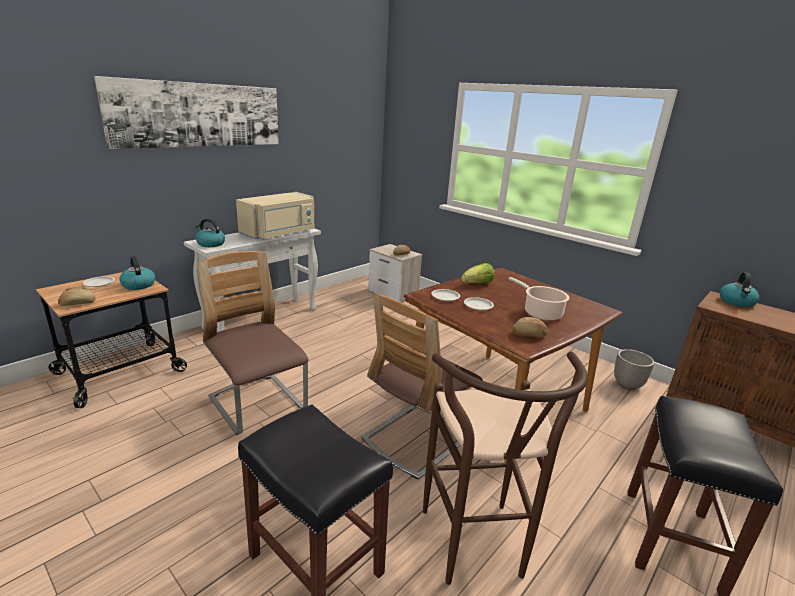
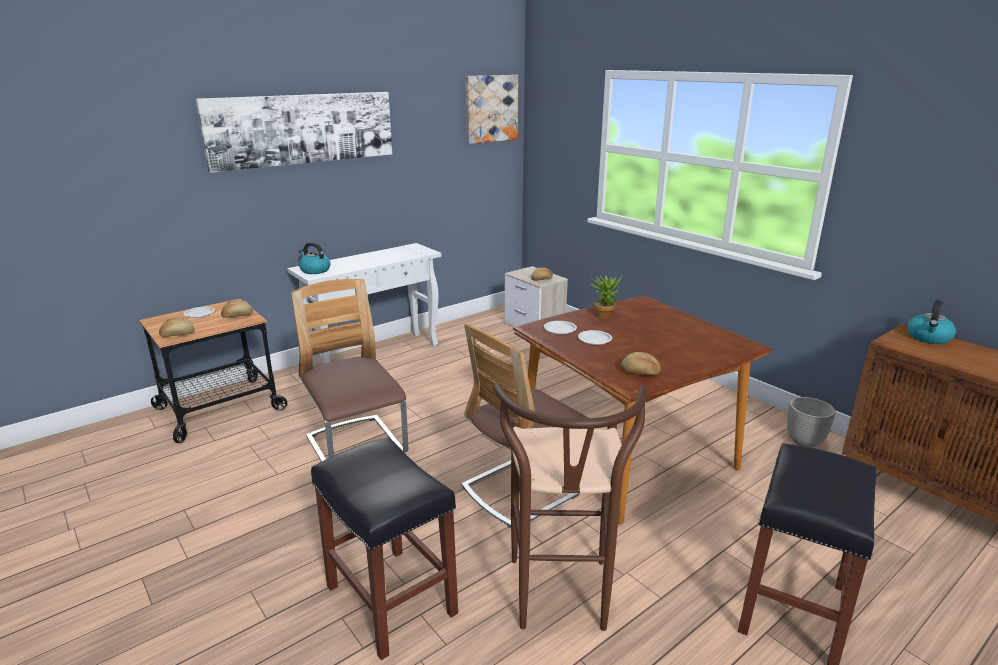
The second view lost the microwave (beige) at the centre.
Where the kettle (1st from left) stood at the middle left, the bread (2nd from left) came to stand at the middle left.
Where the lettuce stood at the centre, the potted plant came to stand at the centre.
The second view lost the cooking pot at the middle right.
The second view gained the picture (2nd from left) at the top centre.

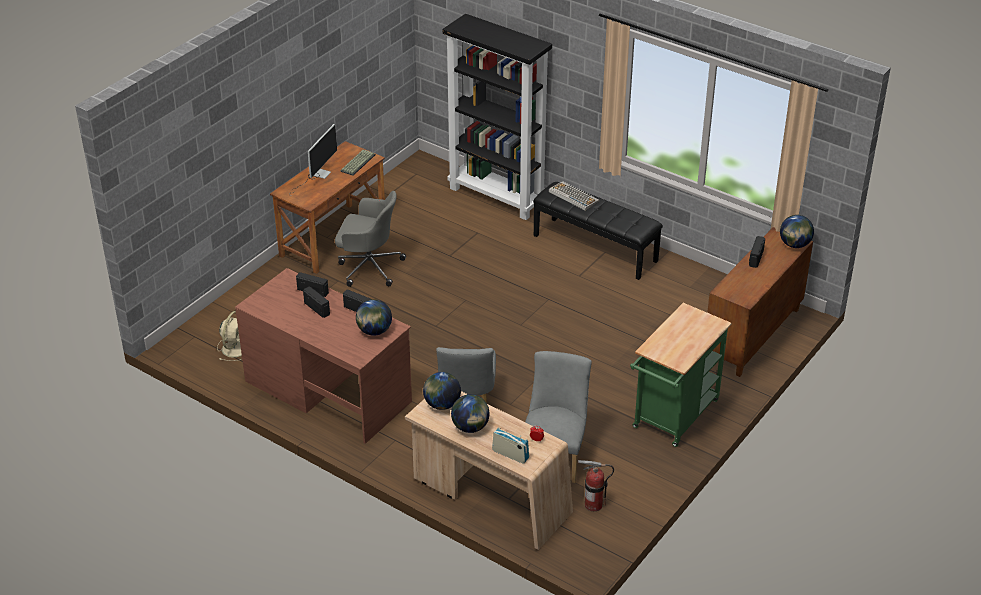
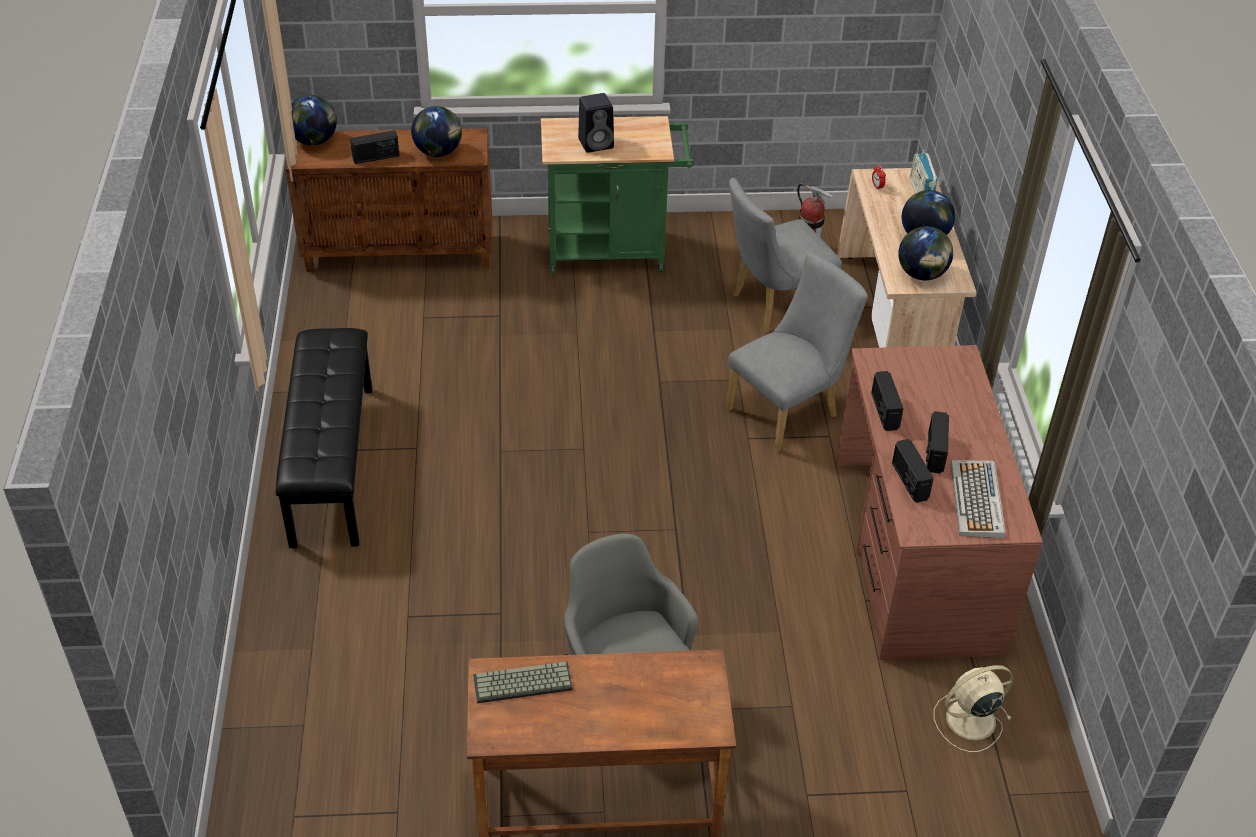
The second view lost the bookcase (black) at the top centre.
The second view lost the monitor at the top left.
The keyboard (2nd from left) ended up elsewhere, having gone from the top centre to the middle right.
The globe (1st from left in the first image) ended up elsewhere, having gone from the centre to the top centre.
The second view gained the speaker (black) at the top centre.

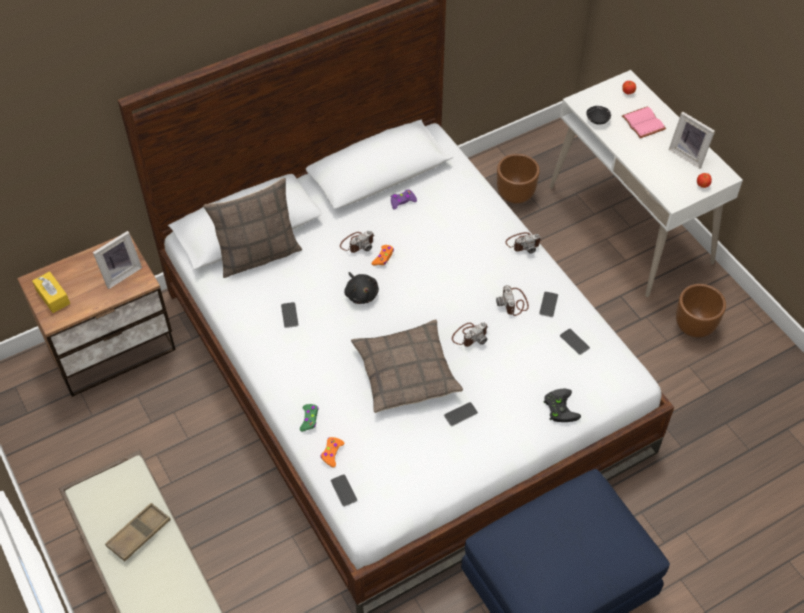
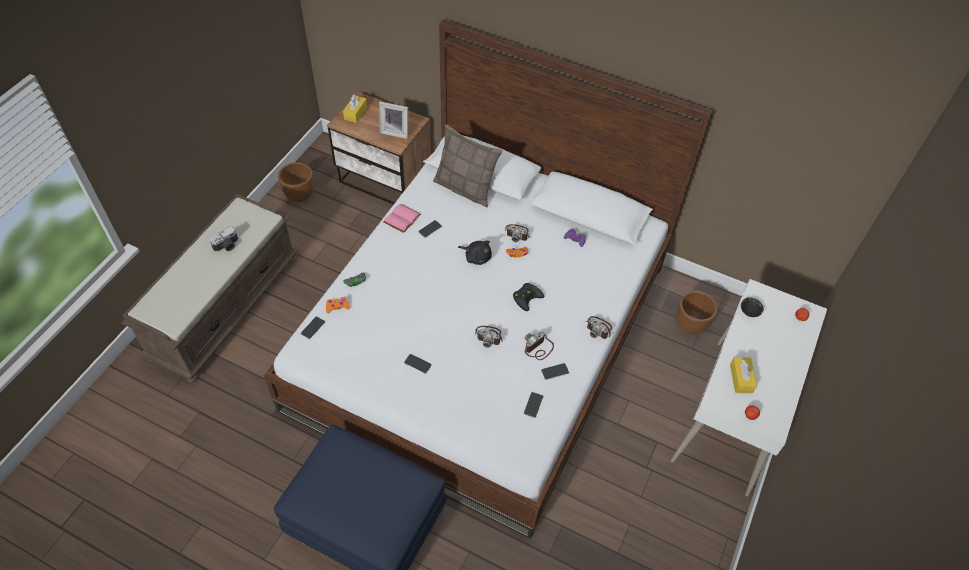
The book (pink) ended up elsewhere, having gone from the top right to the centre.
The second view lost the picture frame (2nd from left) at the top right.
The plush toy (black) at the centre ended up facing another way, 90 degrees counterclockwise from before.
The planter (brown) (2nd from left in the first image) ended up elsewhere, having gone from the middle right to the top left.
The second view lost the pillow (2nd from left) at the centre.
The game controller (black) ended up elsewhere, having gone from the middle right to the centre.
Where the tray (brown) stood at the bottom left, the photo camera (1st from left) came to stand at the middle left.
The second view gained the tissue box (yellow) (2nd from left) at the middle right.

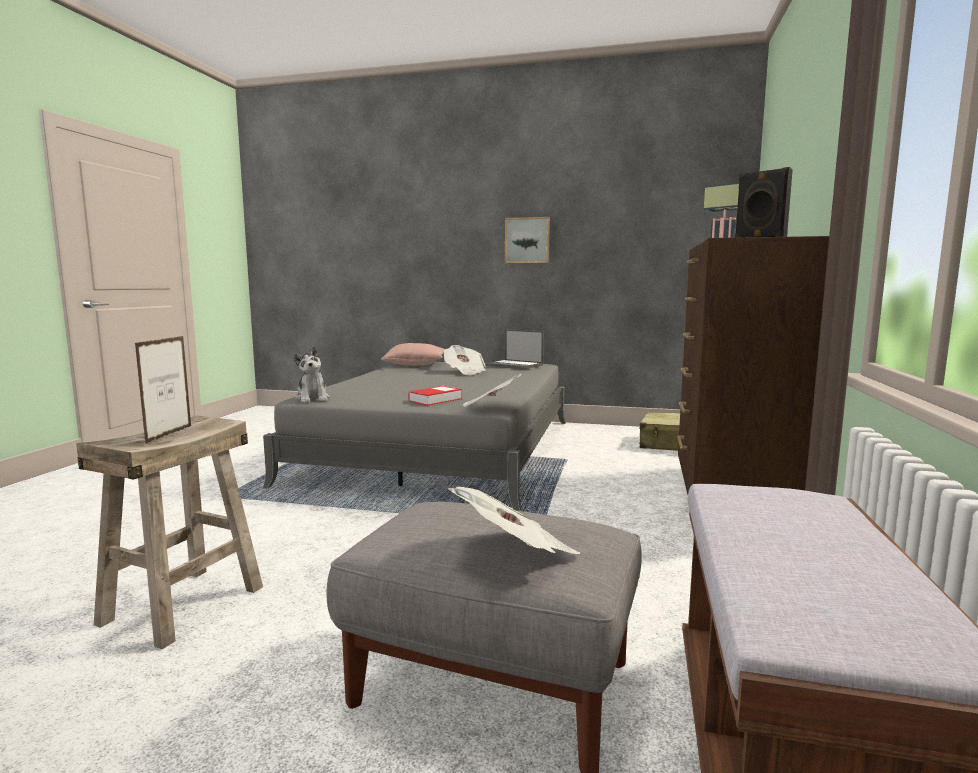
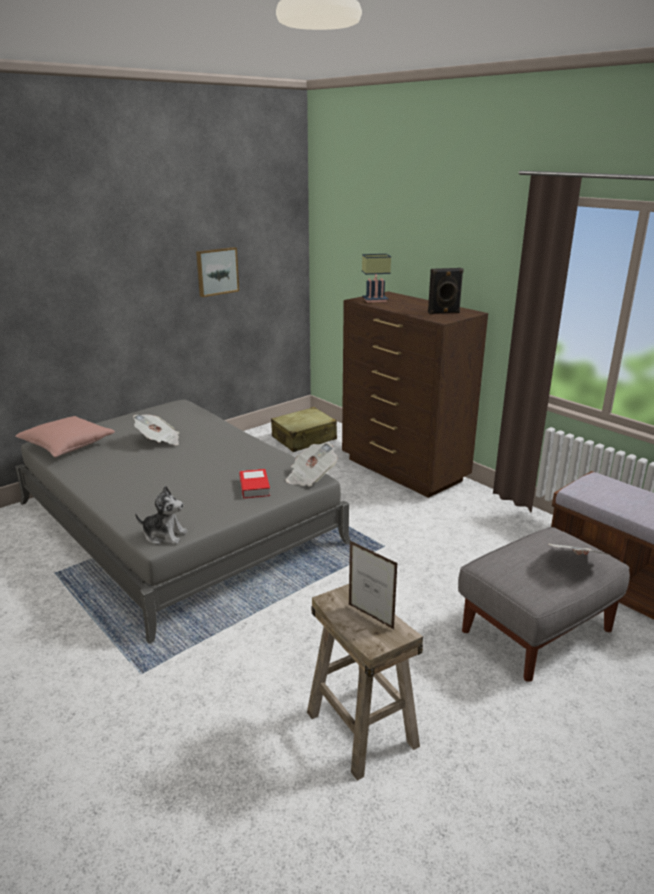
The picture ended up elsewhere, having gone from the top centre to the top left.
The second view lost the laptop at the centre.

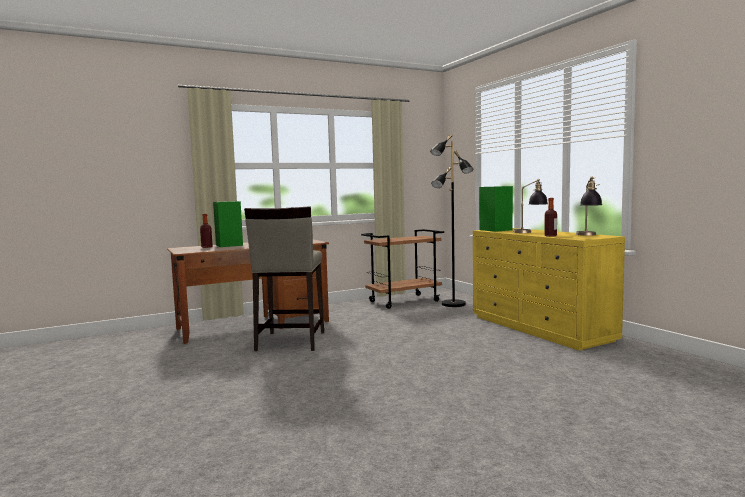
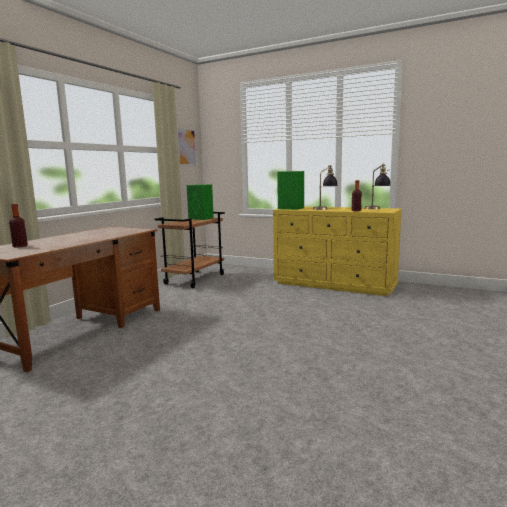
The second view lost the floor lamp (black) at the centre.
The speaker (green) (1st from left) ended up elsewhere, having gone from the middle left to the centre.
The second view lost the stool (beige) at the centre.
The second view gained the picture at the top centre.

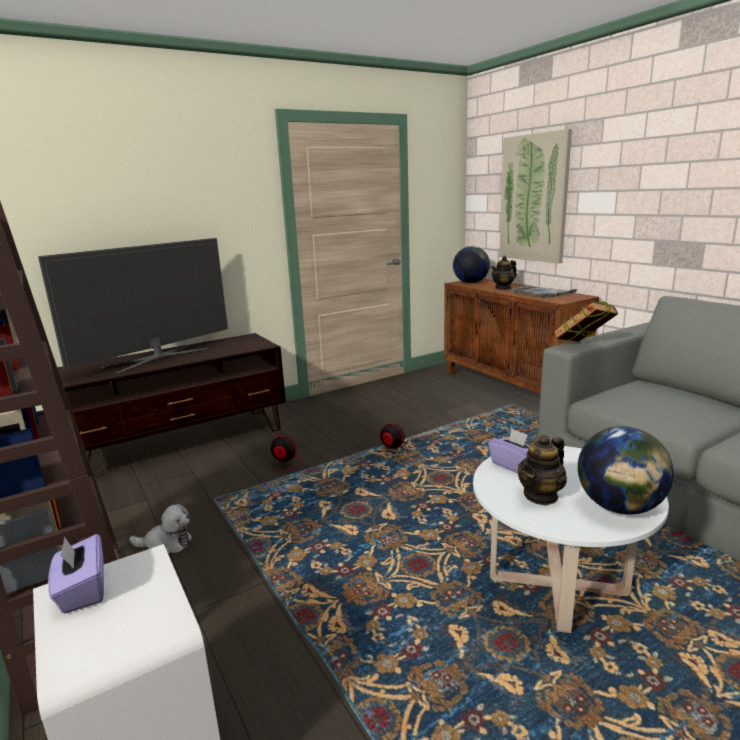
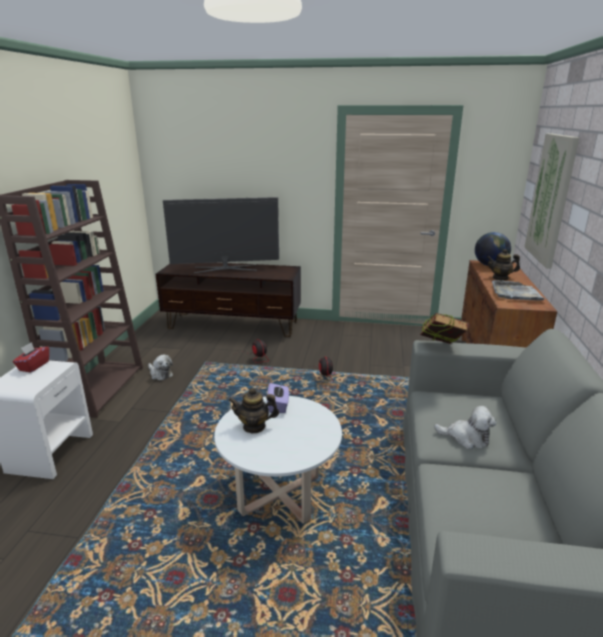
The second view lost the globe (2nd from left) at the middle right.
What was the tissue box (purple) (1st from left) at the bottom left turned into the tissue box (red) at the middle left.
The second view gained the plush toy (2nd from left) at the bottom right.

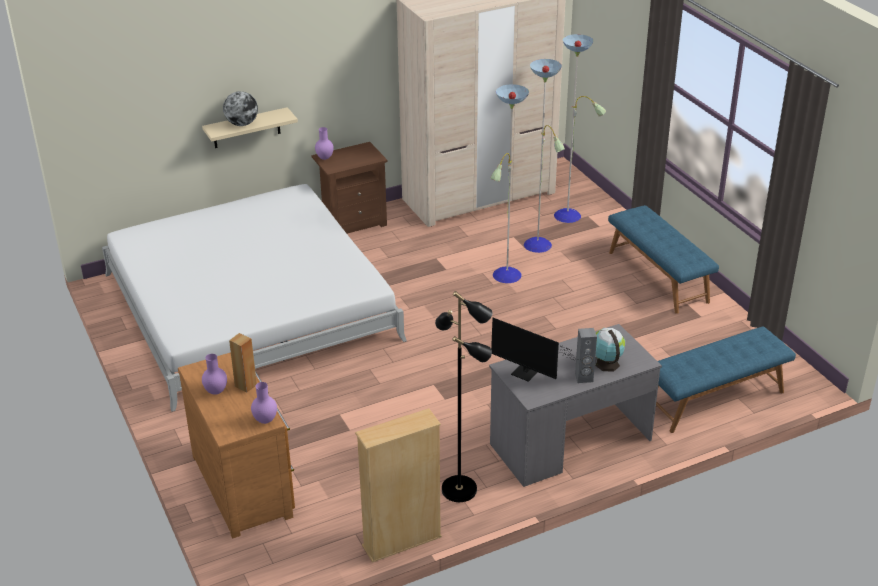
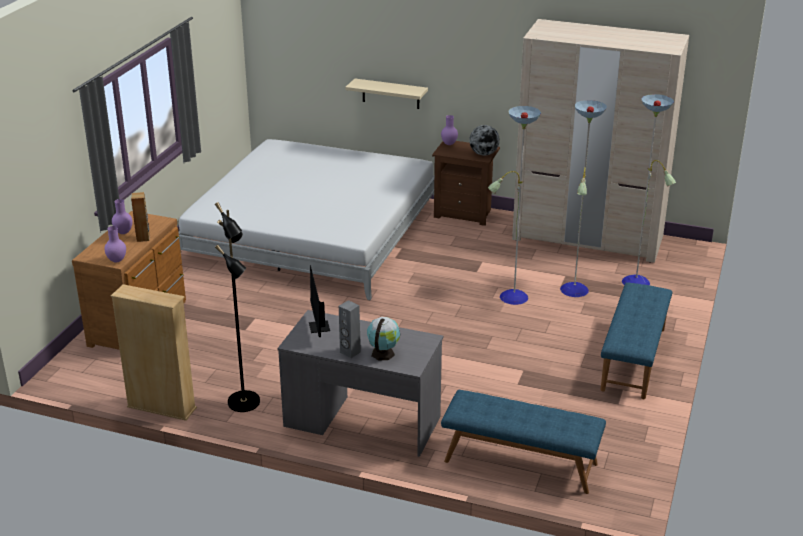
The globe (1st from left in the first image) ended up elsewhere, having gone from the top left to the top centre.

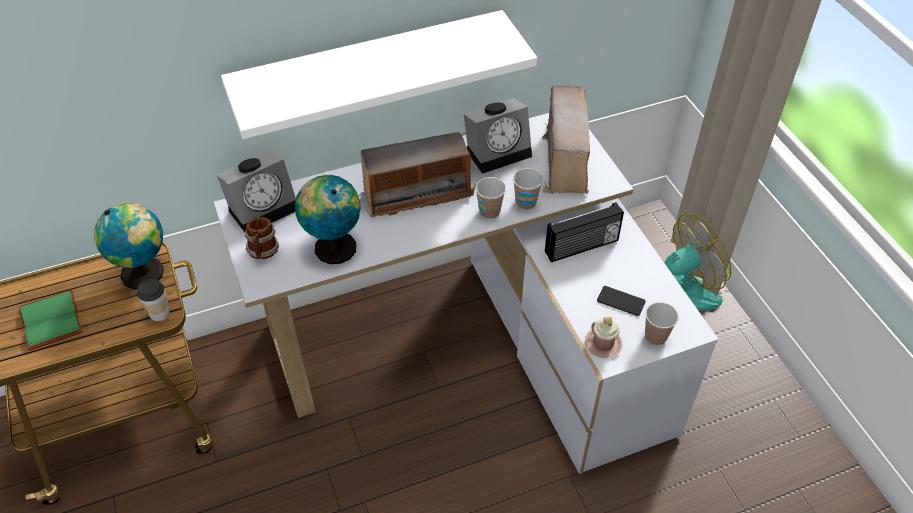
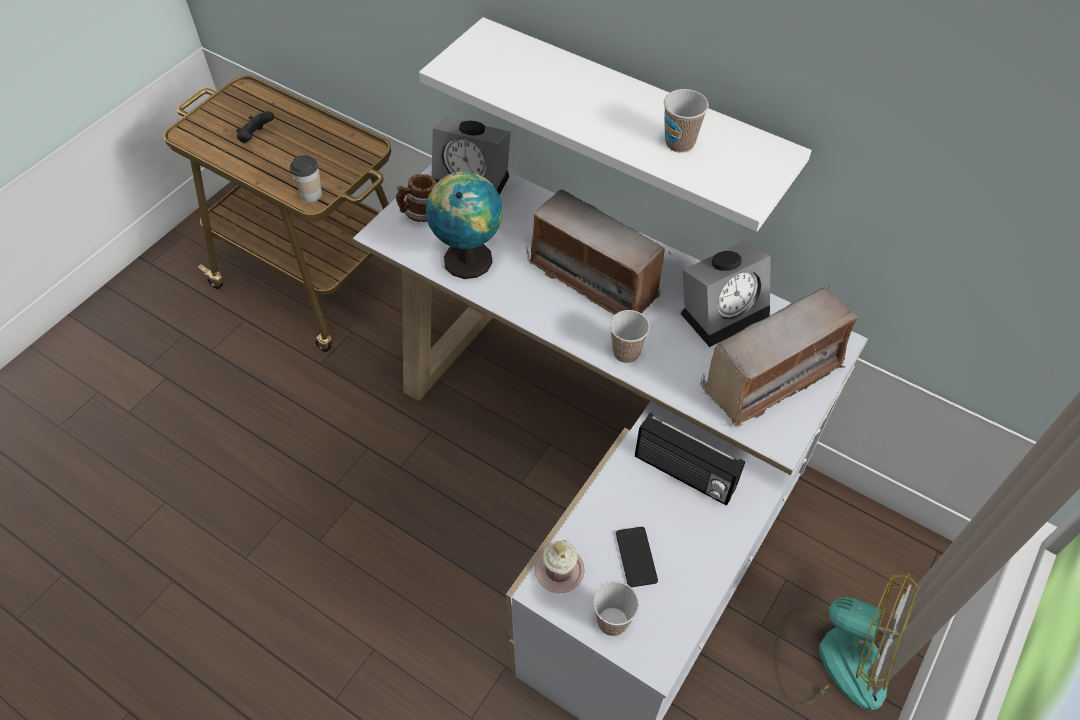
The alarm clock (2nd from left) at the top centre ended up facing another way, 60 degrees counterclockwise from before.
The cup (3rd from left in the first image) ended up elsewhere, having gone from the centre to the top centre.
The second view lost the globe (1st from left) at the middle left.
Where the book (green) stood at the middle left, the game controller (black) came to stand at the top left.

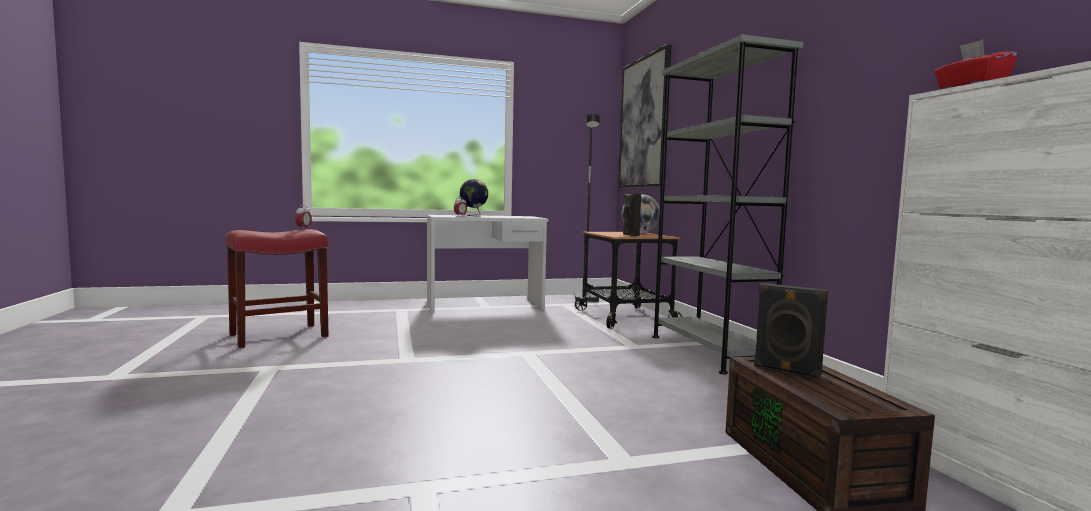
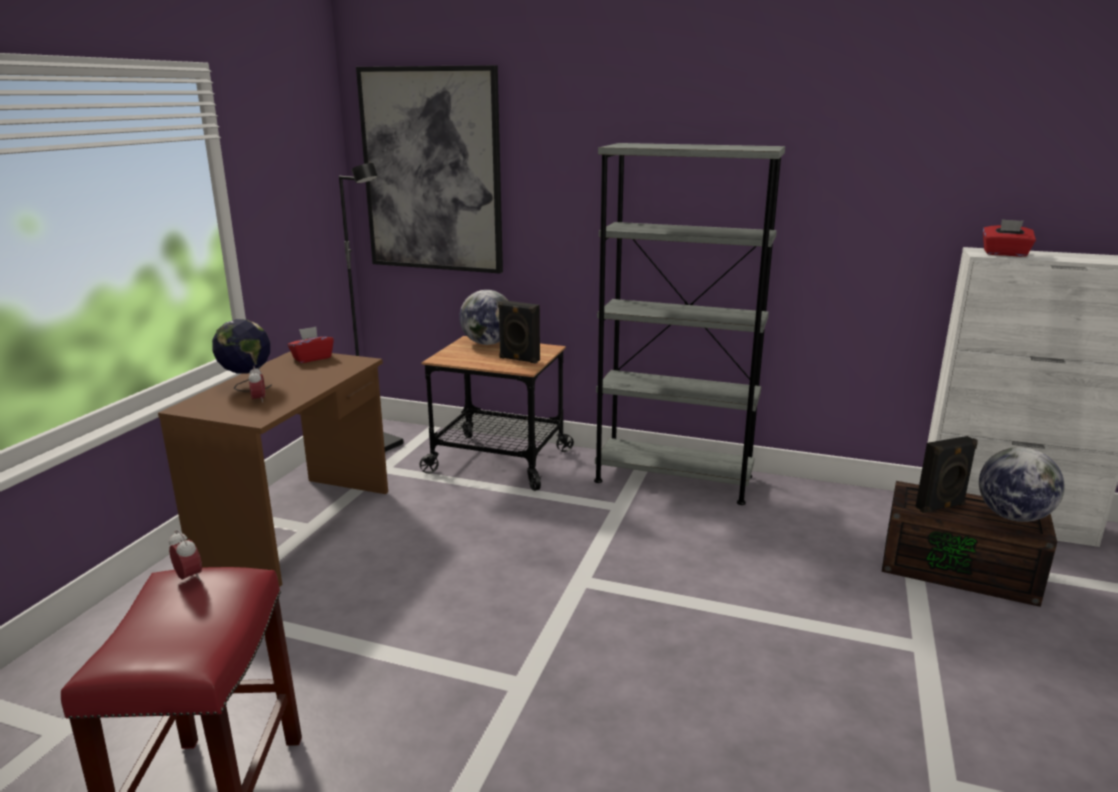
What was the desk (white) at the centre turned into the desk (brown) at the middle left.
The second view gained the tissue box (red) (1st from left) at the middle left.
The second view gained the globe (3rd from left) at the middle right.

